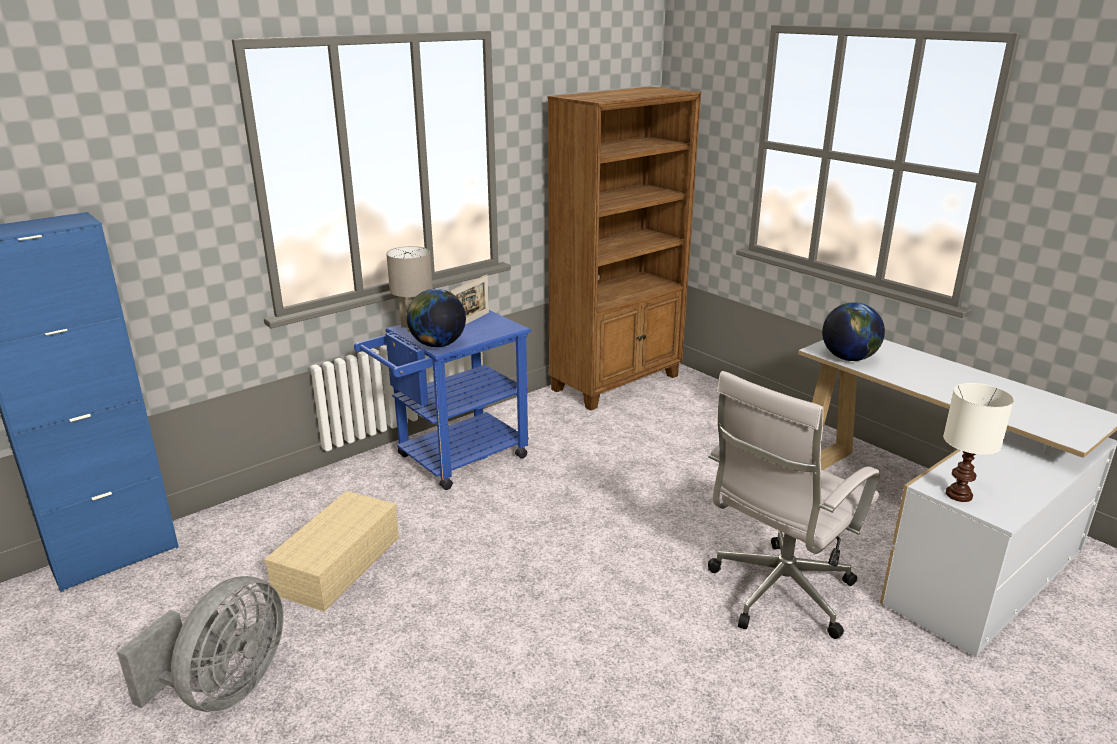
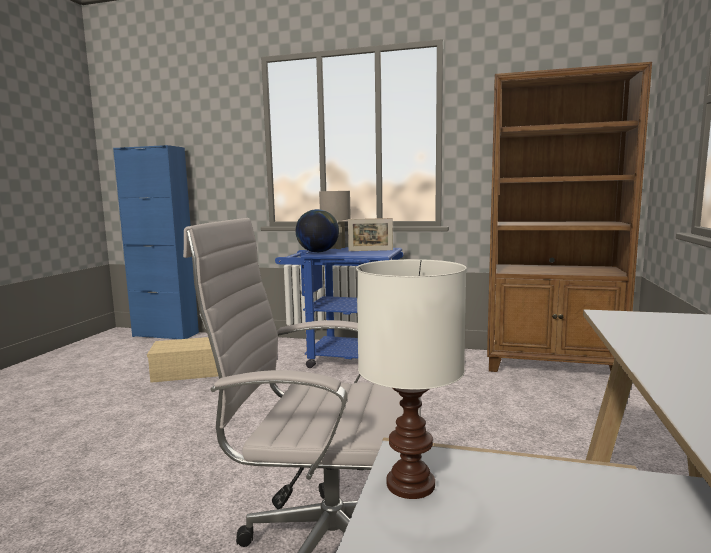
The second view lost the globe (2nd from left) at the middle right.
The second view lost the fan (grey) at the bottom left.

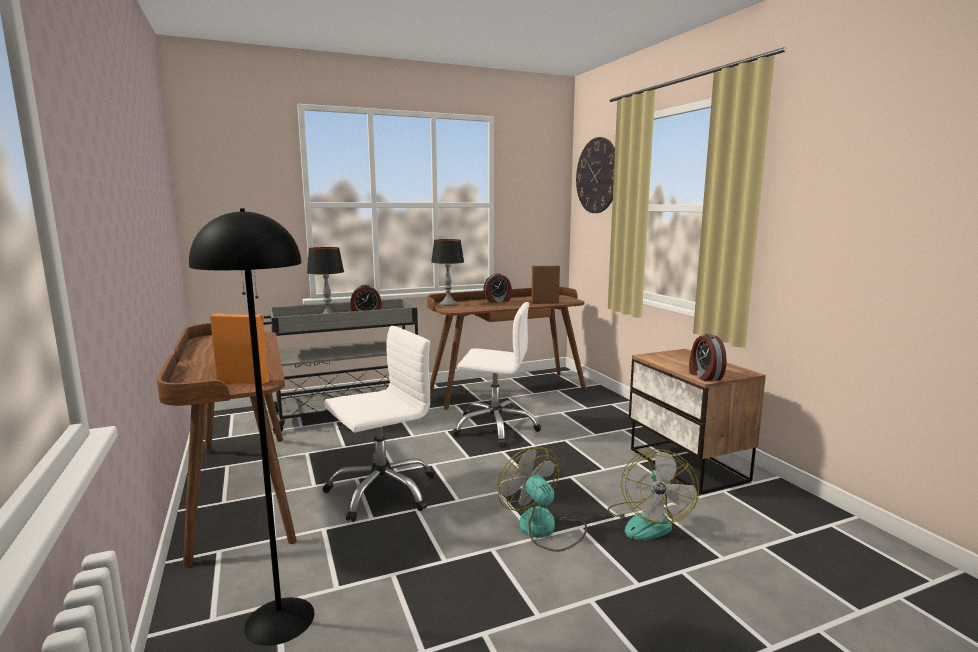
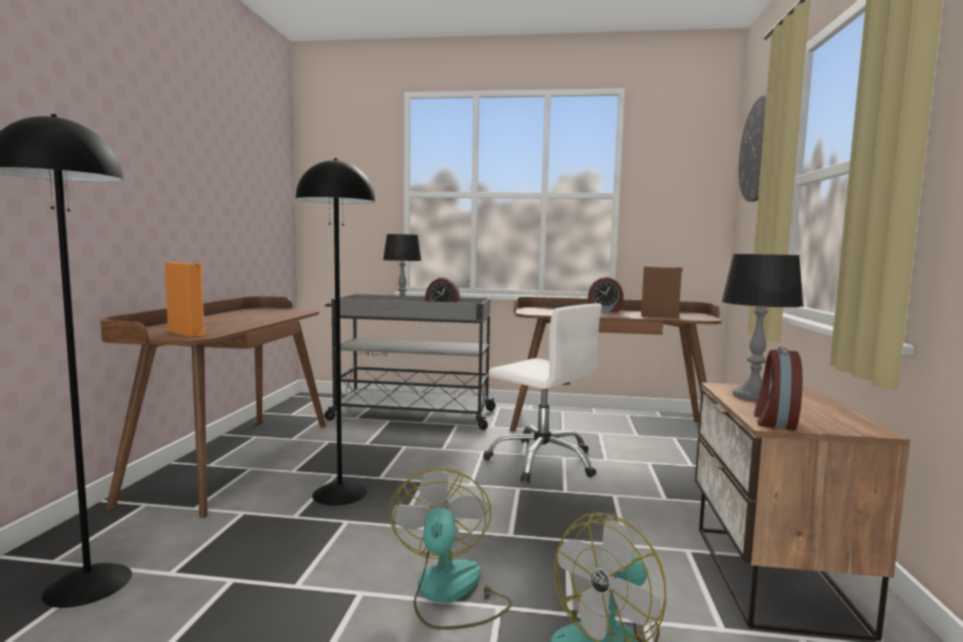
The table lamp (2nd from left) ended up elsewhere, having gone from the centre to the middle right.
Where the office chair (white) (1st from left) stood at the centre, the floor lamp (black) (2nd from left) came to stand at the centre.

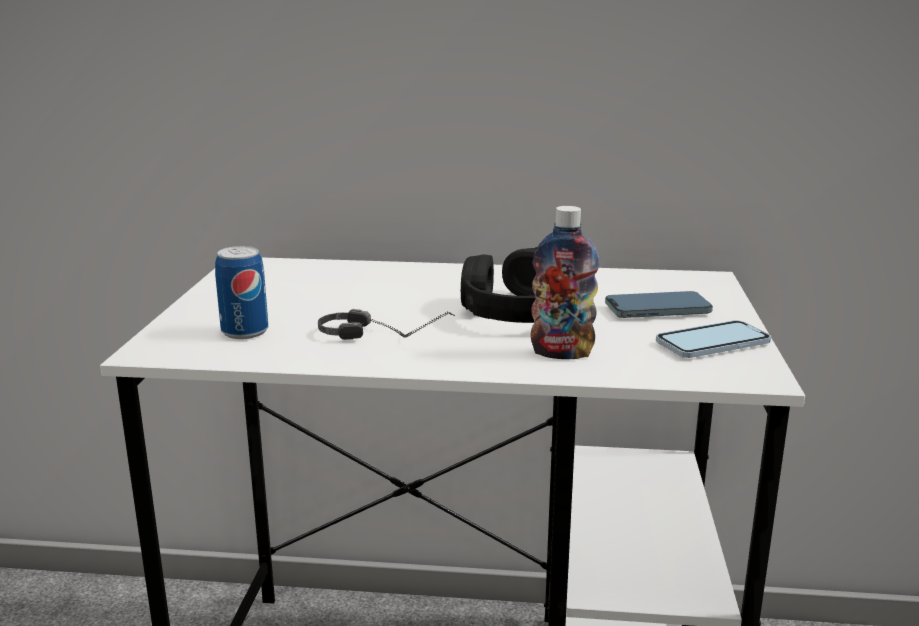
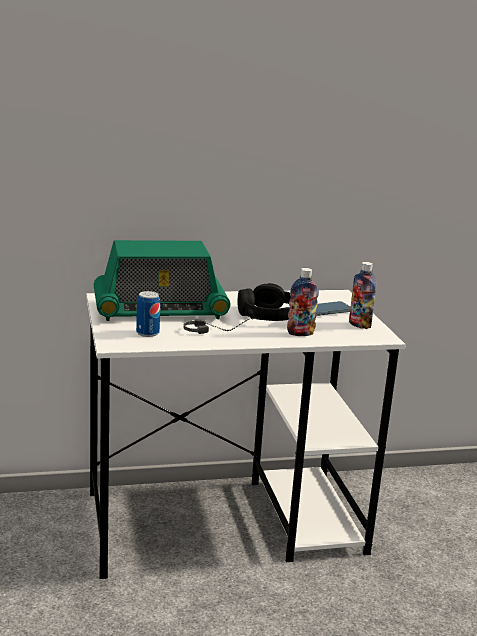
Where the phone (2nd from left) stood at the middle right, the bottle (2nd from left) came to stand at the middle right.
The second view gained the radio at the centre.

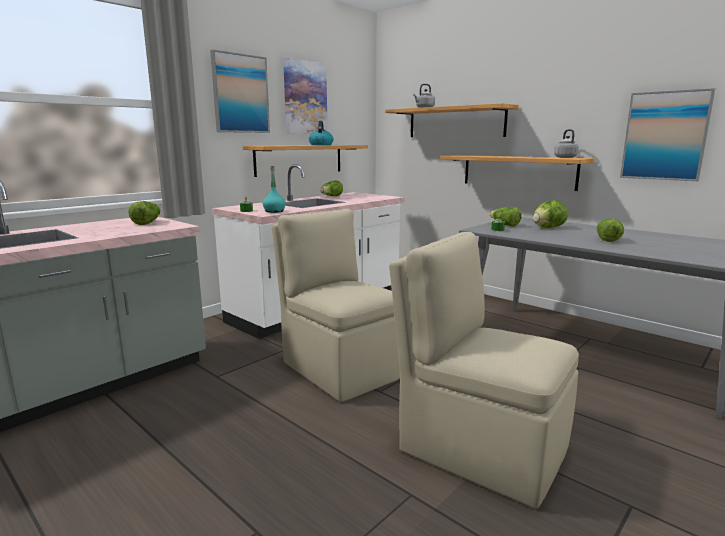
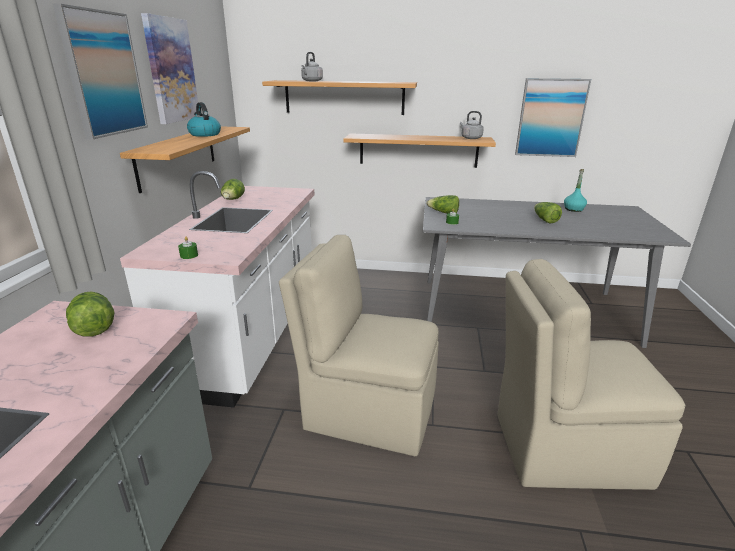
The bottle (turquoise) ended up elsewhere, having gone from the centre to the middle right.
The second view lost the lettuce (4th from left) at the middle right.

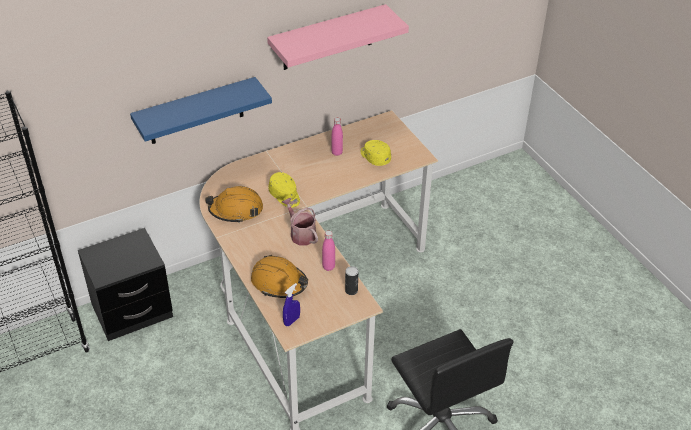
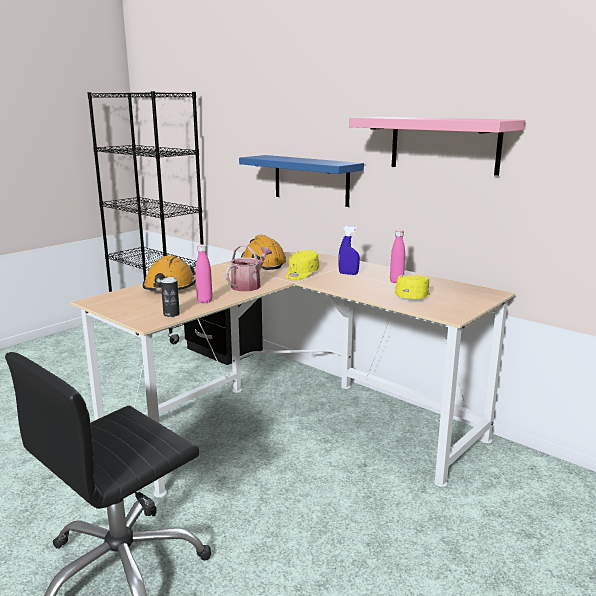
The spray bottle (blue) ended up elsewhere, having gone from the bottom centre to the centre.

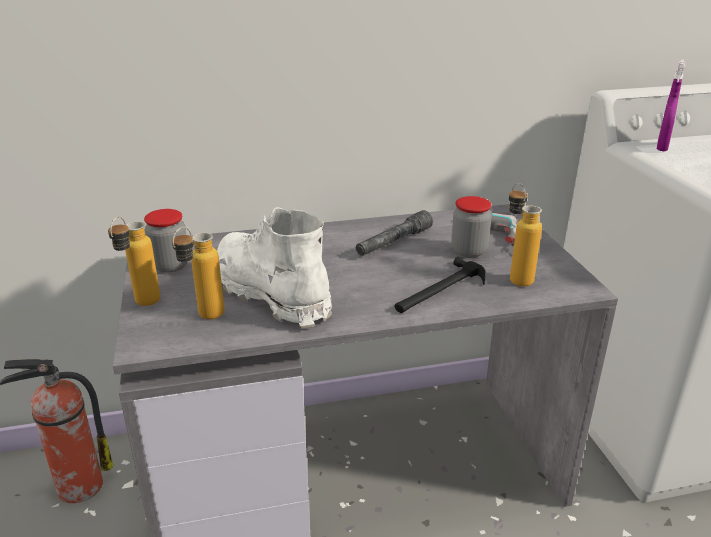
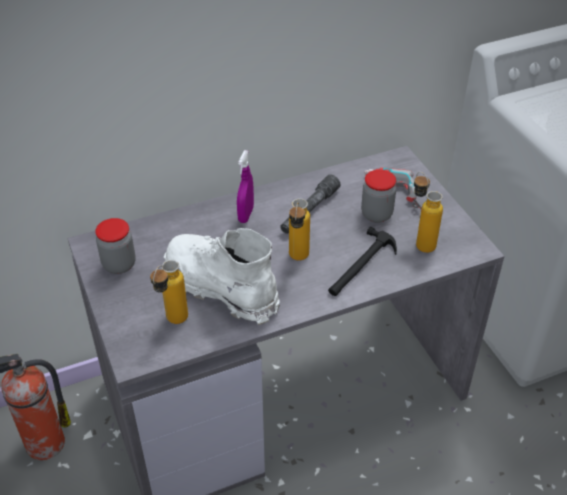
The spray bottle (purple) ended up elsewhere, having gone from the top right to the centre.
The bottle (1st from left in the first image) ended up elsewhere, having gone from the middle left to the centre.

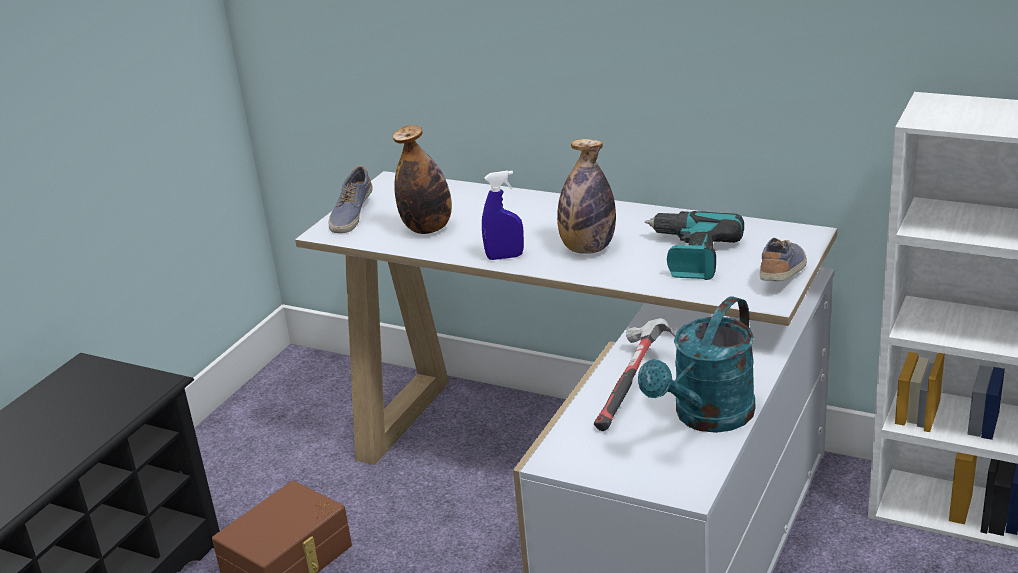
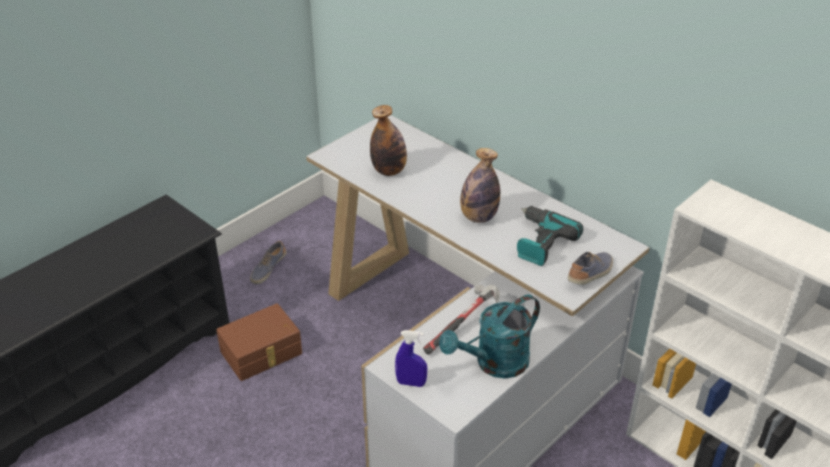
The shoe (1st from left) ended up elsewhere, having gone from the centre to the middle left.
The spray bottle (blue) ended up elsewhere, having gone from the centre to the bottom centre.

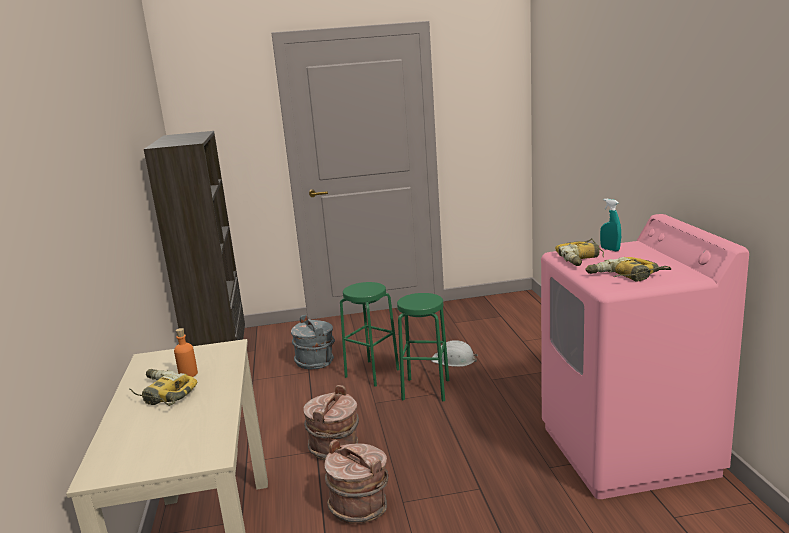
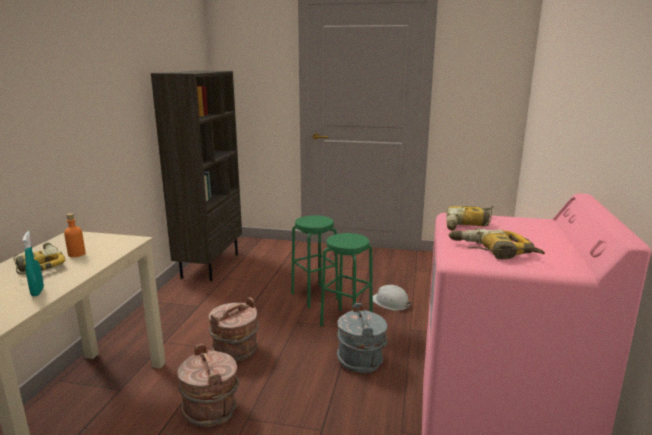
The spray bottle (turquoise) ended up elsewhere, having gone from the middle right to the middle left.
The bucket (grey) ended up elsewhere, having gone from the centre to the bottom centre.

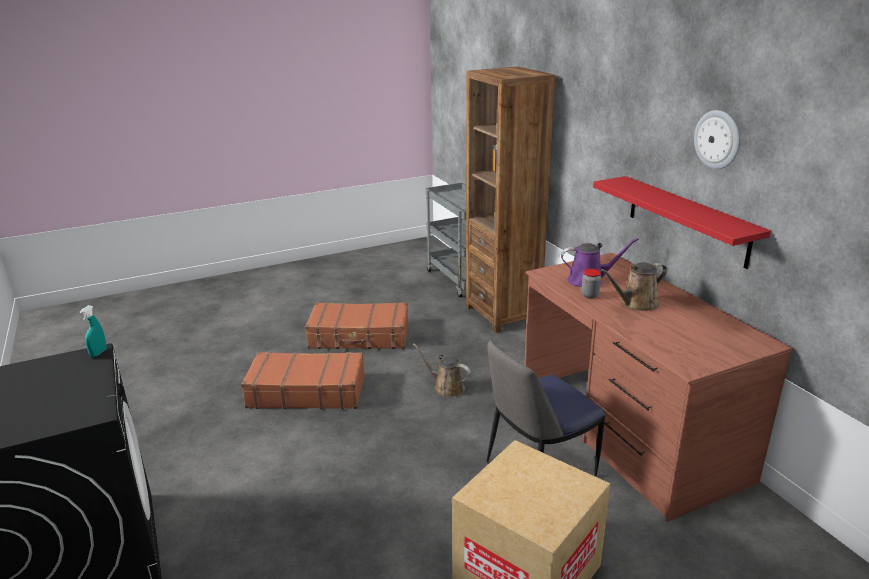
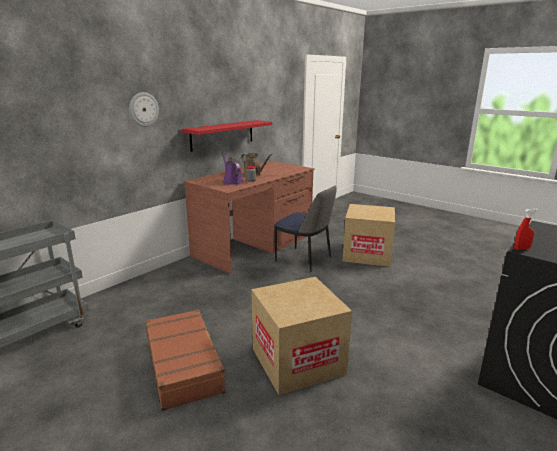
The second view lost the bookcase (brown) at the centre.
The wall clock ended up elsewhere, having gone from the top right to the top left.
What was the spray bottle (turquoise) at the middle left turned into the spray bottle (red) at the middle right.
The second view lost the watering can (brown) (1st from left) at the centre.
Where the suitcase (brown) (1st from left) stood at the centre, the cardboard box (1st from left) came to stand at the bottom centre.

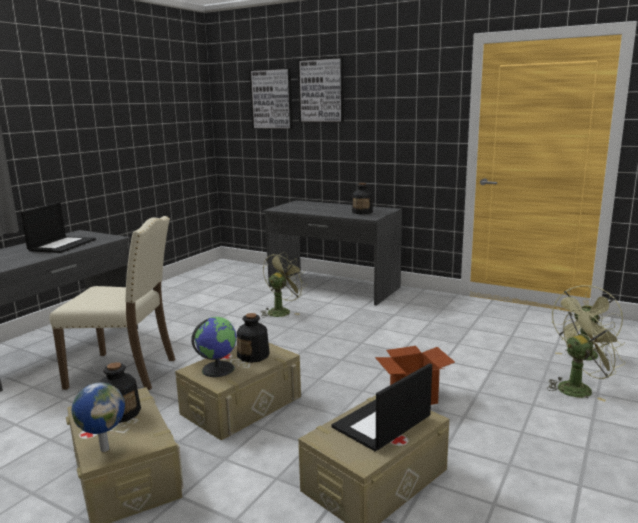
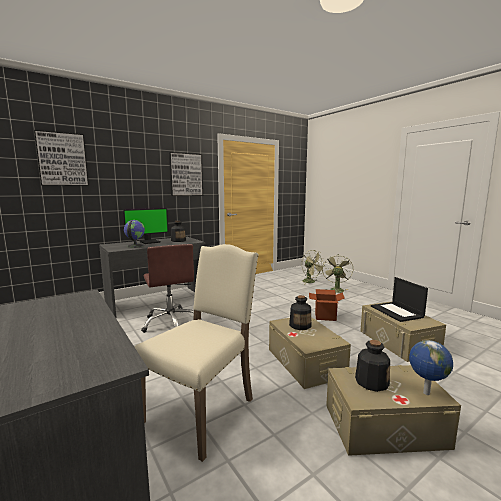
The picture (2nd from left) ended up elsewhere, having gone from the top centre to the centre.
The second view lost the laptop (1st from left) at the middle left.
Where the fan (green) (1st from left) stood at the centre, the office chair (brown) came to stand at the centre.
The globe (2nd from left in the first image) ended up elsewhere, having gone from the centre to the middle left.
The second view gained the monitor at the middle left.

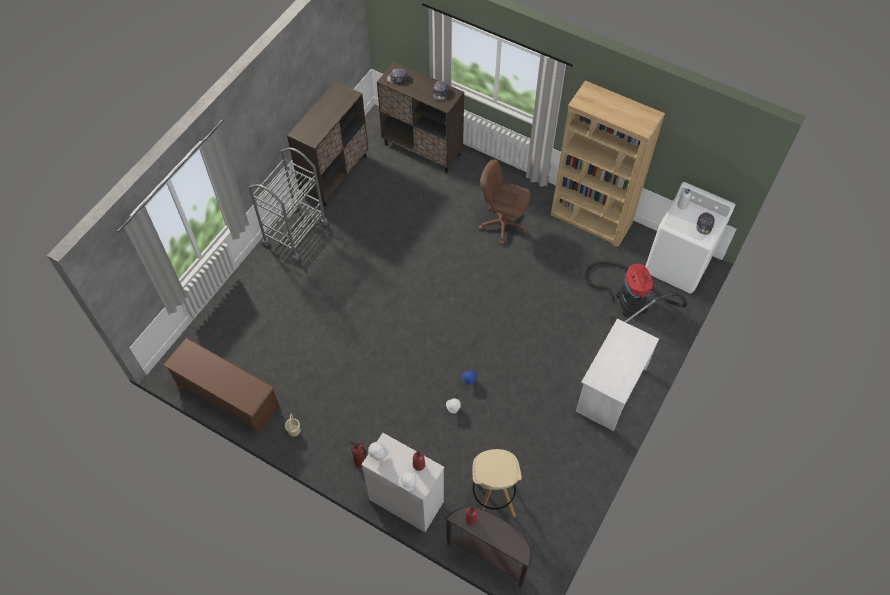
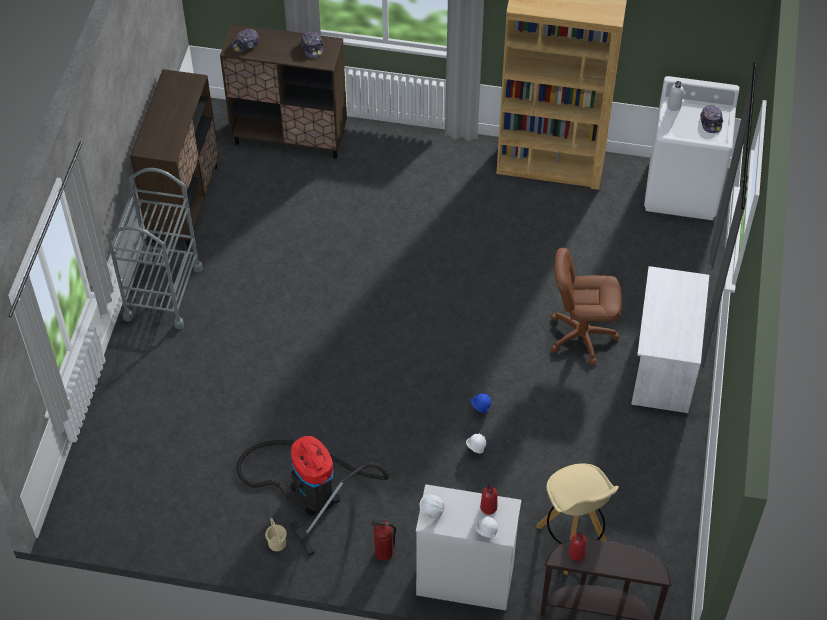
The office chair (brown) ended up elsewhere, having gone from the centre to the middle right.
The vacuum cleaner ended up elsewhere, having gone from the middle right to the bottom centre.
The second view lost the shoe rack (brown) at the middle left.

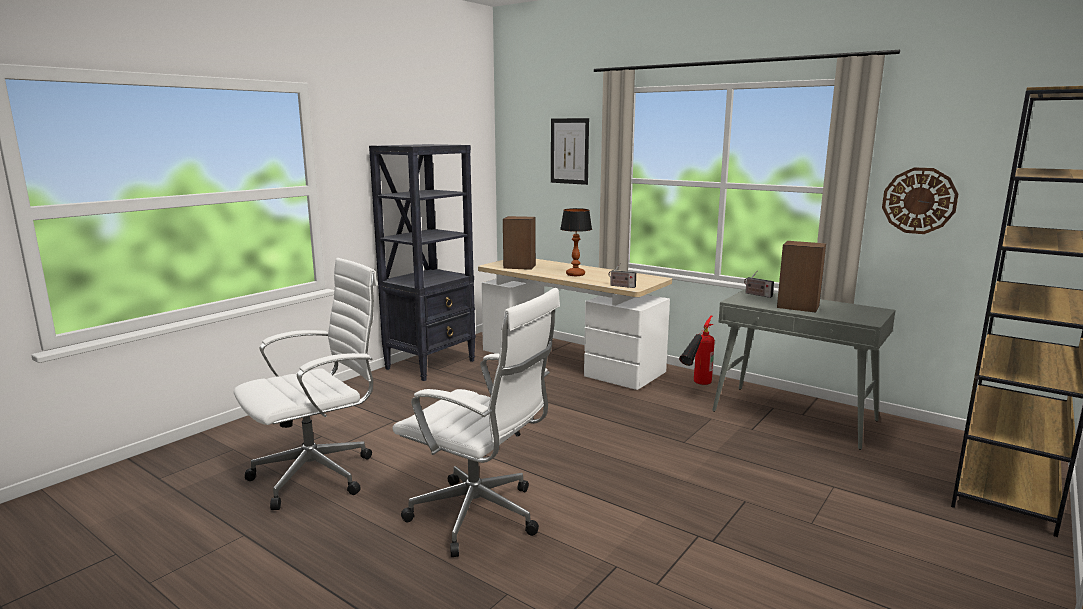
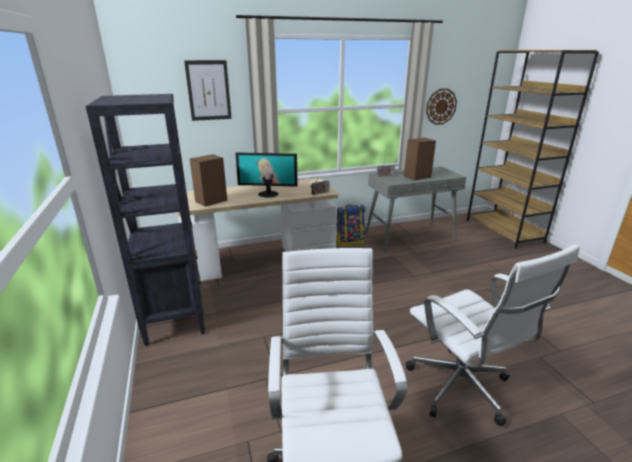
Where the table lamp stood at the centre, the monitor came to stand at the centre.
The office chair (white) (2nd from left) at the bottom centre ended up facing another way, 90 degrees clockwise from before.
Where the fire extinguisher stood at the centre, the backpack came to stand at the centre.

